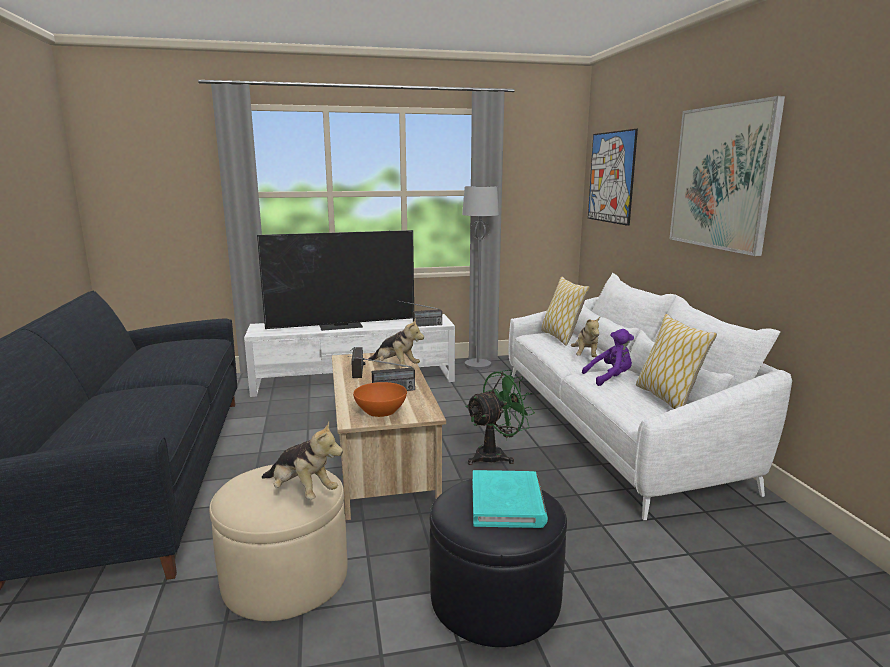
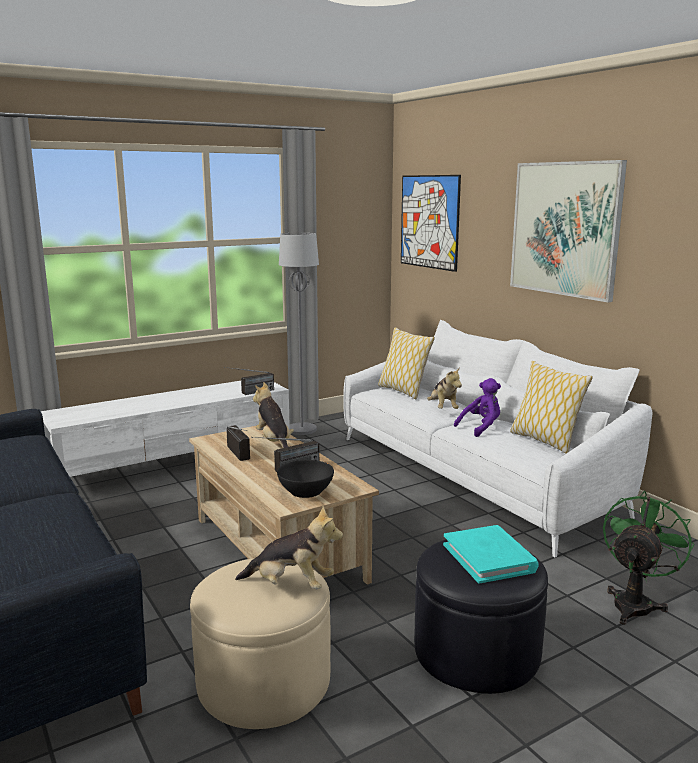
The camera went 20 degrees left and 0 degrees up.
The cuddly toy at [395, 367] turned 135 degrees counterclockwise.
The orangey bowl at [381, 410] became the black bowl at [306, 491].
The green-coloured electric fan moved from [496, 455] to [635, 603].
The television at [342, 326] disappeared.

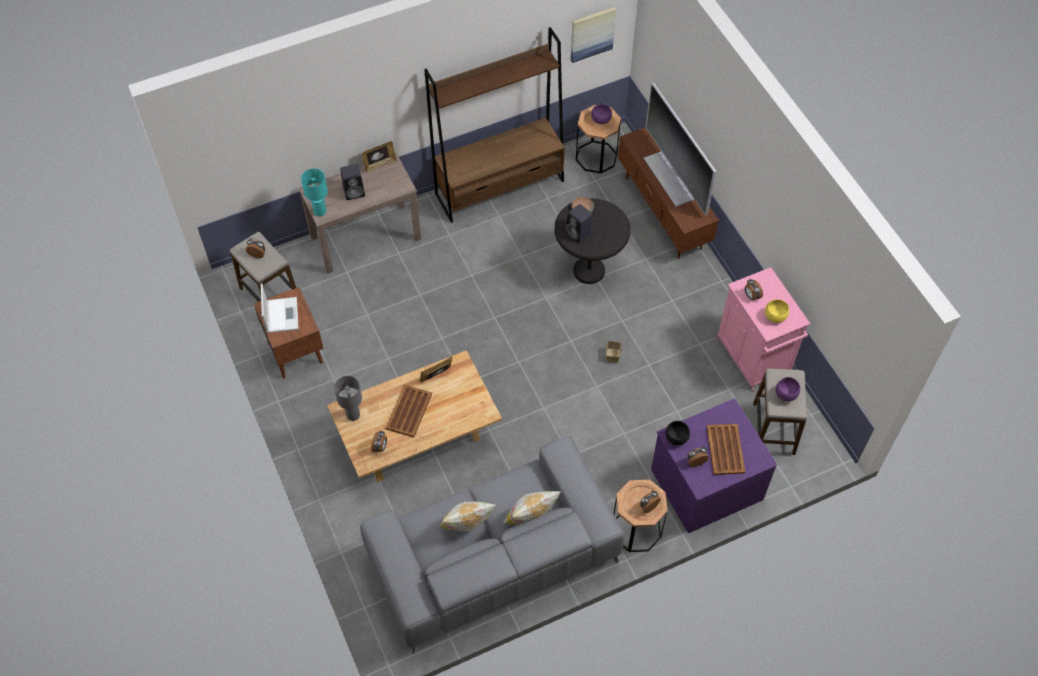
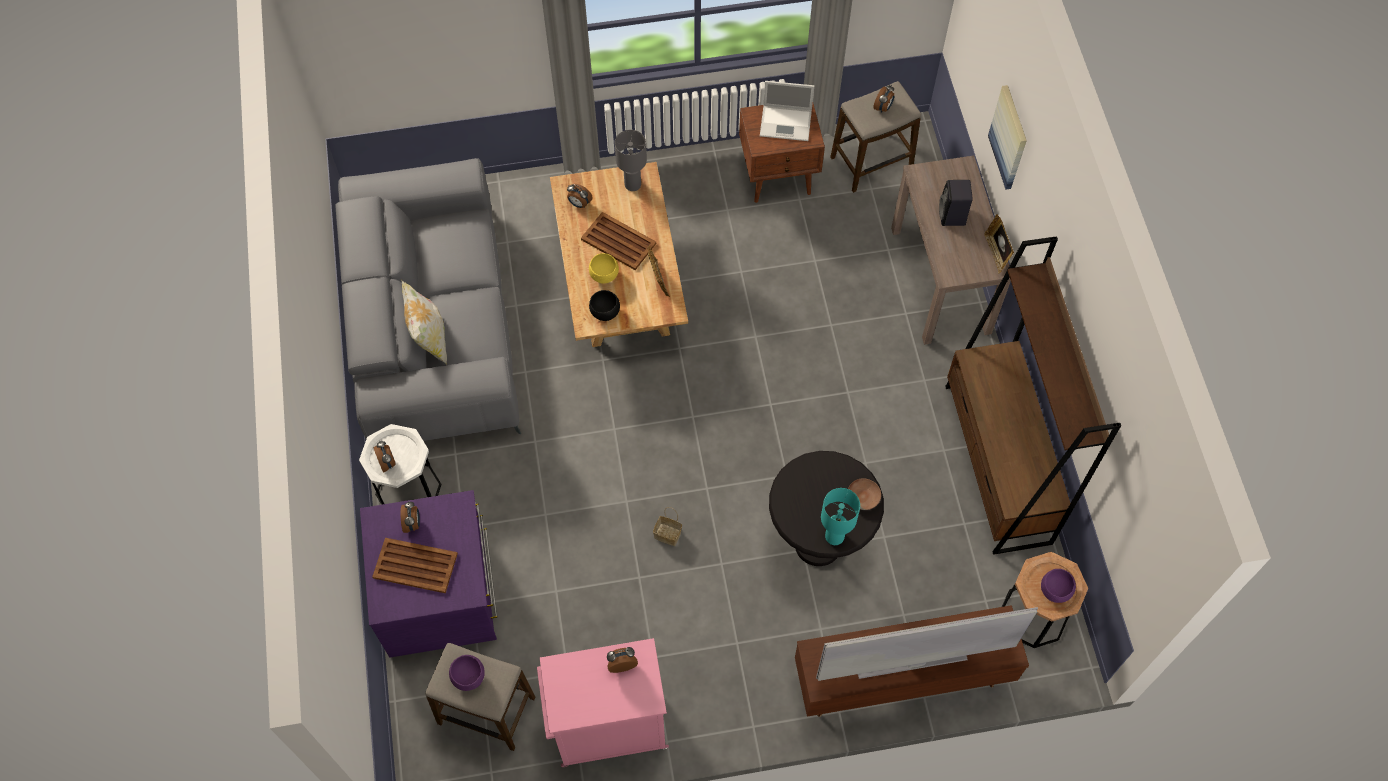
The camera went 105 degrees right and 5 degrees up.
The brown-coloured end table at [636, 529] became the whitish end table at [408, 489].
The yellow-coloured bowl moved from [774, 316] to [605, 275].
The black bowl moved from [677, 438] to [605, 313].
The blue-green lamp for a table moved from [319, 212] to [834, 536].
The picture moved from [592, 33] to [1009, 137].
The pillow at [468, 526] disappeared.
The black audio speaker at [579, 233] disappeared.

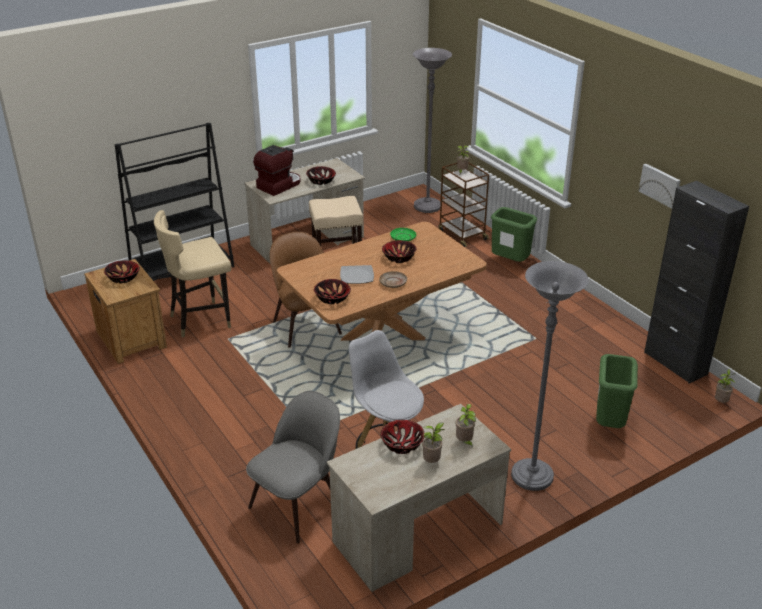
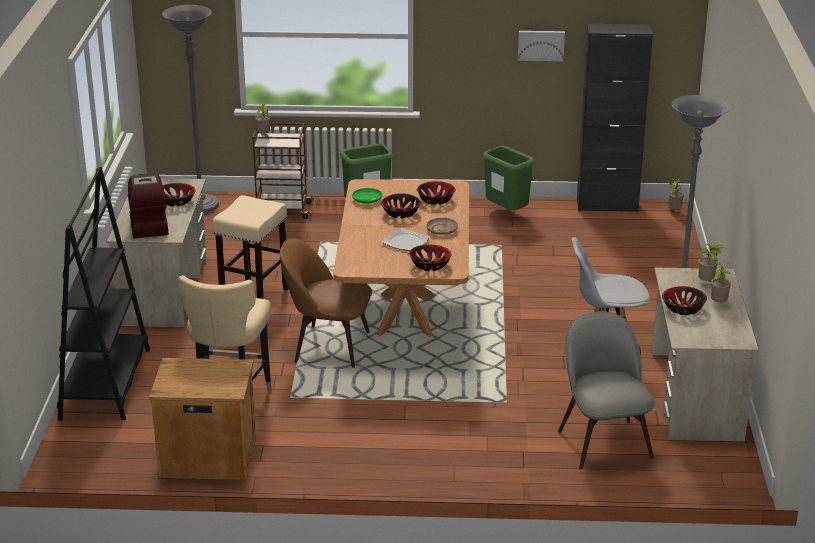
The camera went 55 degrees left and 5 degrees down.
The bowl moved from [123, 278] to [435, 200].
The green-coloured rubbish bin moved from [609, 424] to [507, 213].

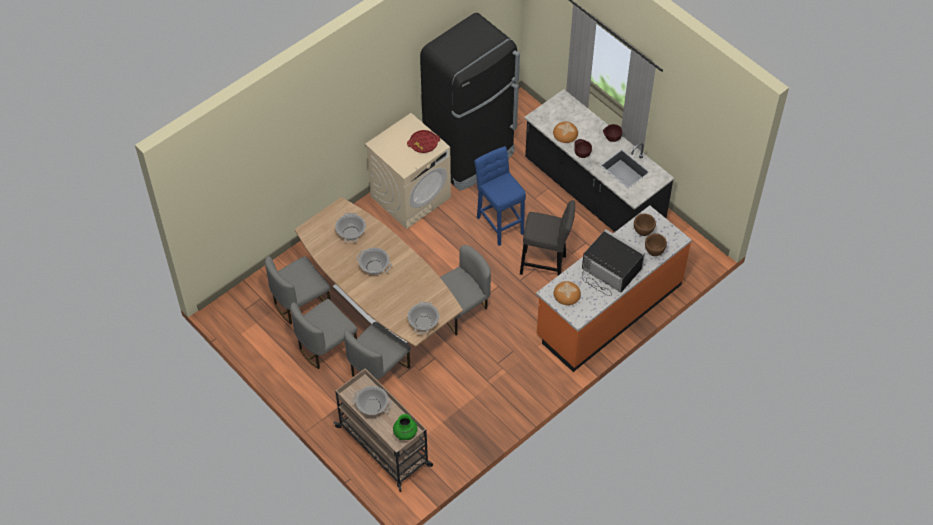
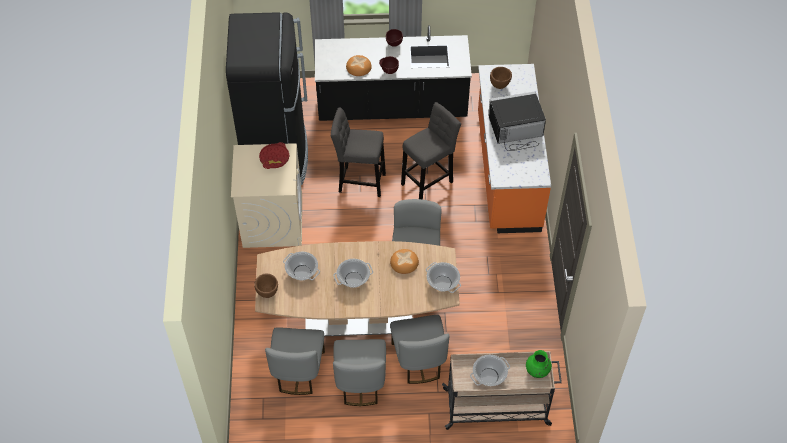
The camera went 50 degrees left and 0 degrees up.
The brown-coloured bowl moved from [654, 252] to [268, 293].
The blue-coloured sitting stool at [499, 223] became the grey sitting stool at [359, 181].
The bread moved from [567, 294] to [404, 262].

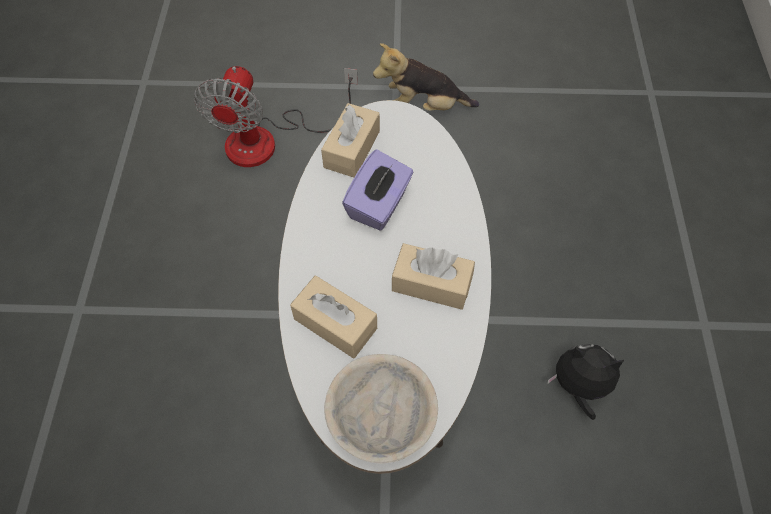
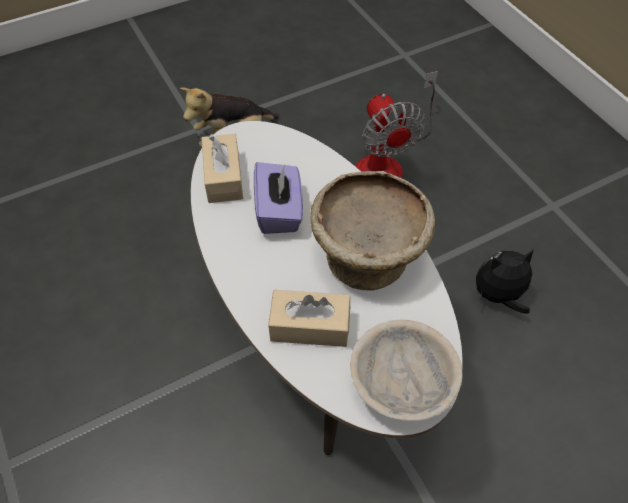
The camera went 30 degrees left and 5 degrees down.
The beige box of tissues at [431, 284] was replaced by the beige bowl at [368, 254].
The electric fan moved from [268, 140] to [387, 162].

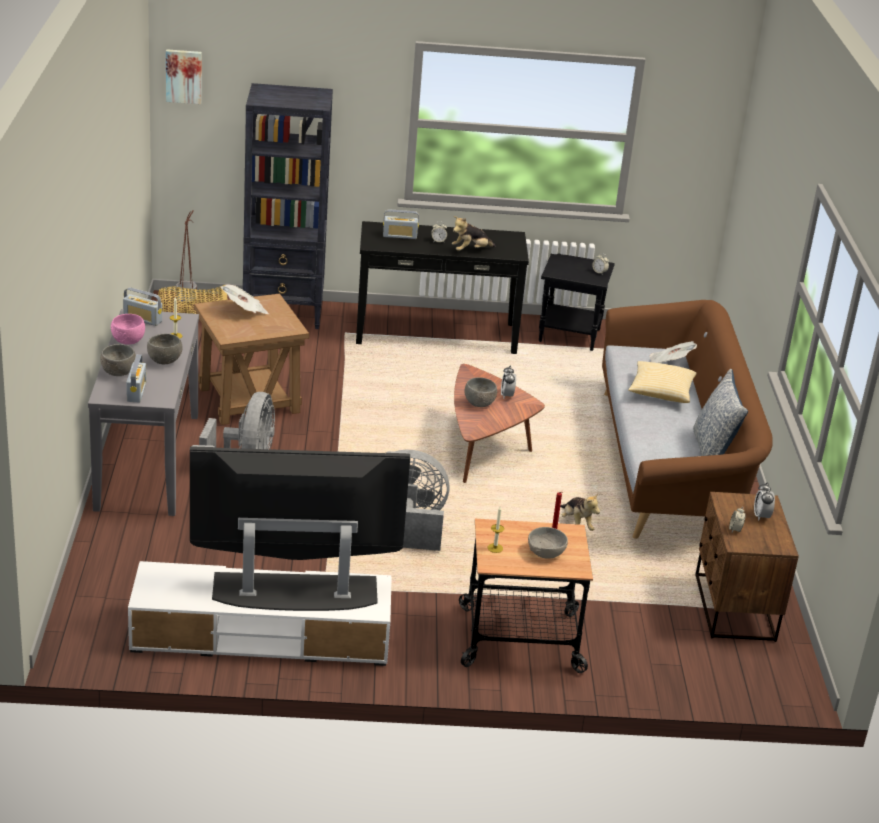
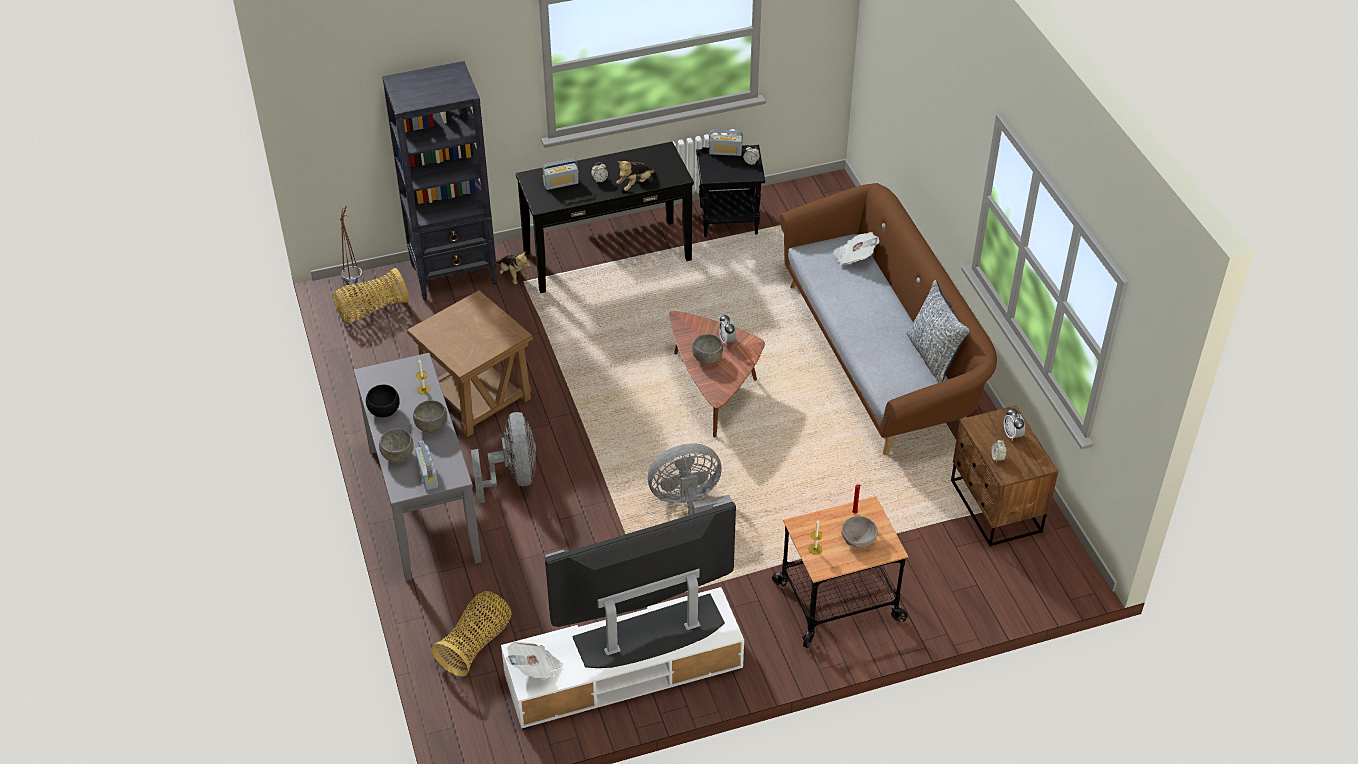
The camera went 15 degrees left and 15 degrees up.
The pink-coloured bowl at [127, 341] became the black bowl at [384, 411].
The basket at [476, 644] appeared.
The cuddly toy moved from [576, 524] to [513, 276].
The newspaper moved from [245, 311] to [535, 668].
The radio set moved from [142, 319] to [725, 152].
The picture at [184, 76] disappeared.
The pillow at [661, 392] disappeared.

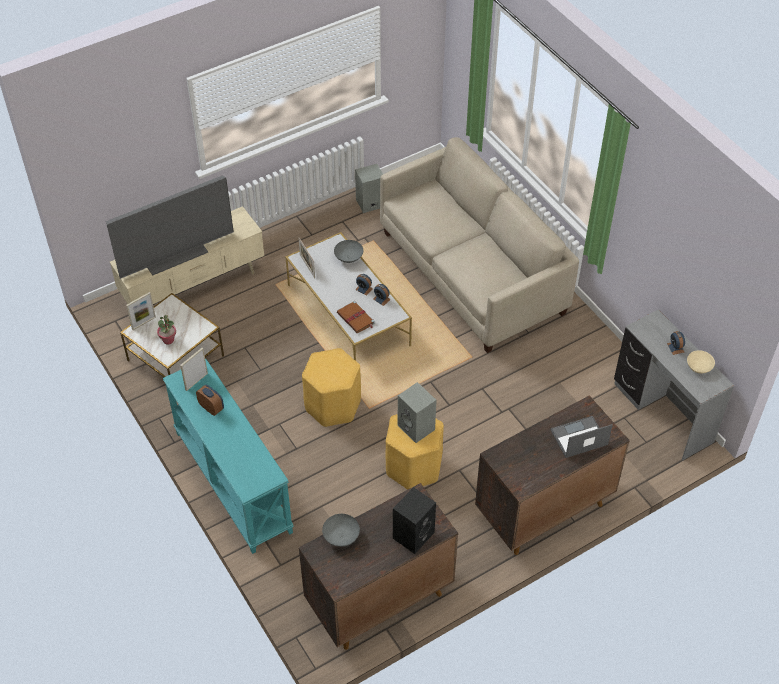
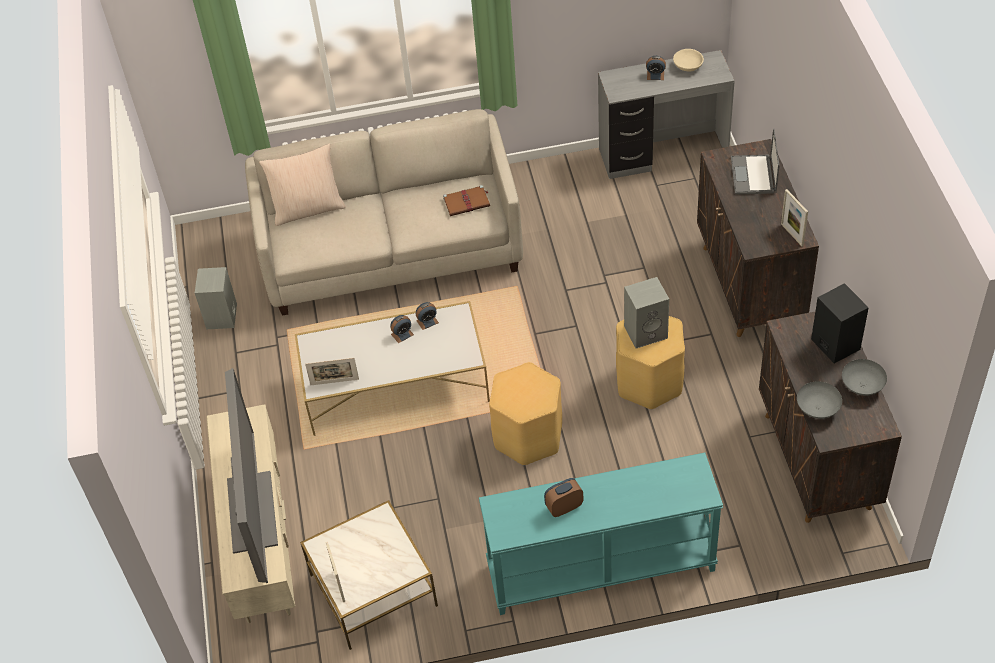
The camera went 65 degrees left and 0 degrees up.
The beige pillow at [308, 208] appeared.
The brown-coloured book moved from [356, 319] to [467, 202].
The standing frame moved from [196, 381] to [792, 234].
The grey bowl moved from [348, 258] to [862, 387].
The potted plant at [168, 340] disappeared.

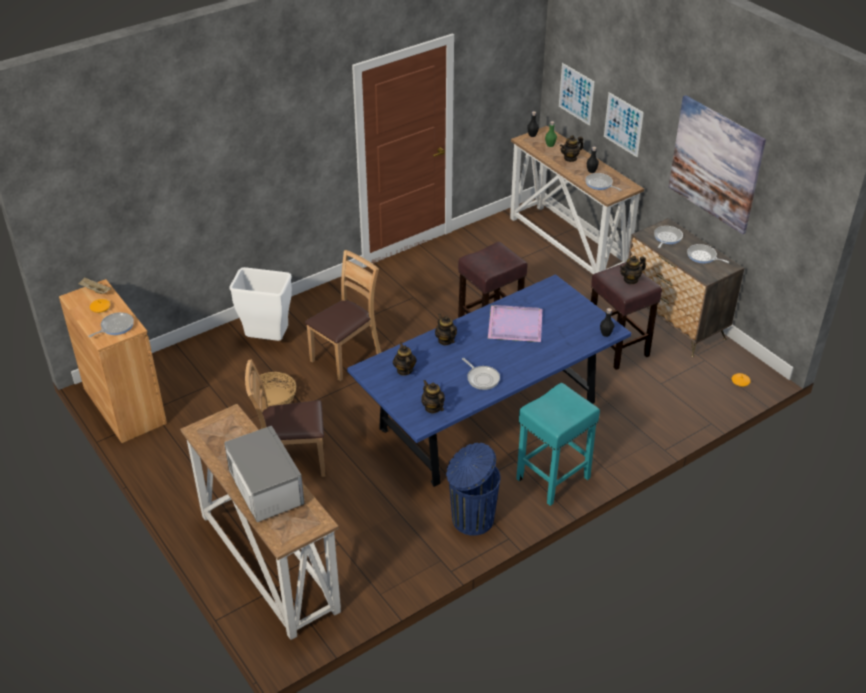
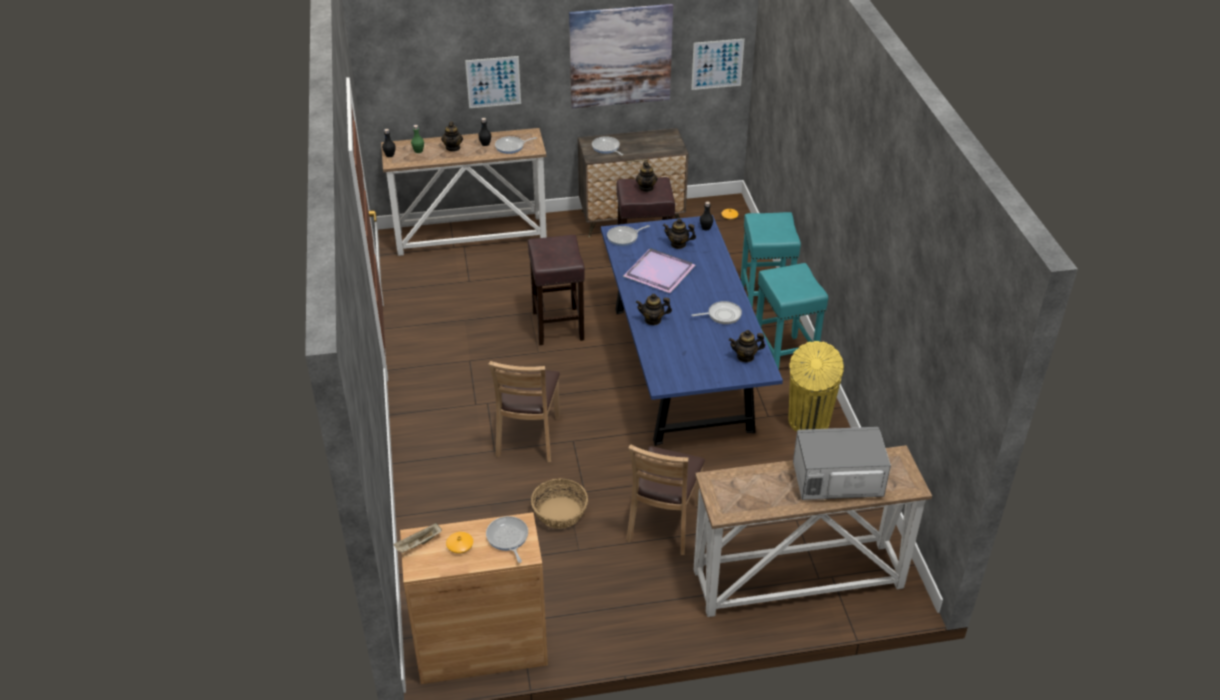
The camera went 65 degrees left and 0 degrees up.
The brown-coloured chair at [346, 357] turned 150 degrees counterclockwise.
The skillet moved from [703, 256] to [624, 237].
The tea pot moved from [404, 370] to [678, 244].
The picture moved from [576, 94] to [717, 64].
The blue-green sitting stool at [765, 301] appeared.
The blue-coloured rubbish bin at [471, 519] became the yellow-coloured rubbish bin at [808, 422].
The whitish rubbish bin at [268, 340] disappeared.

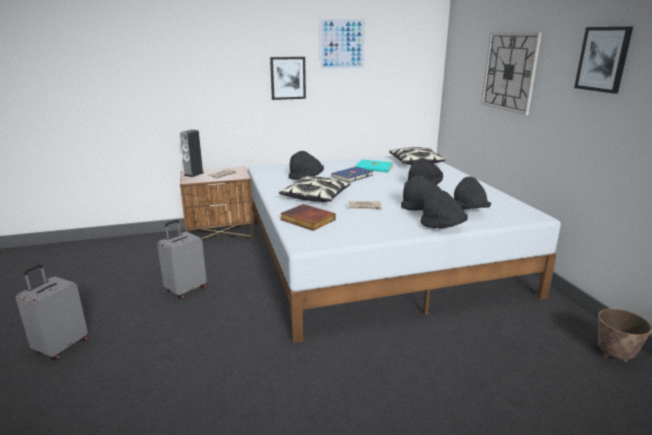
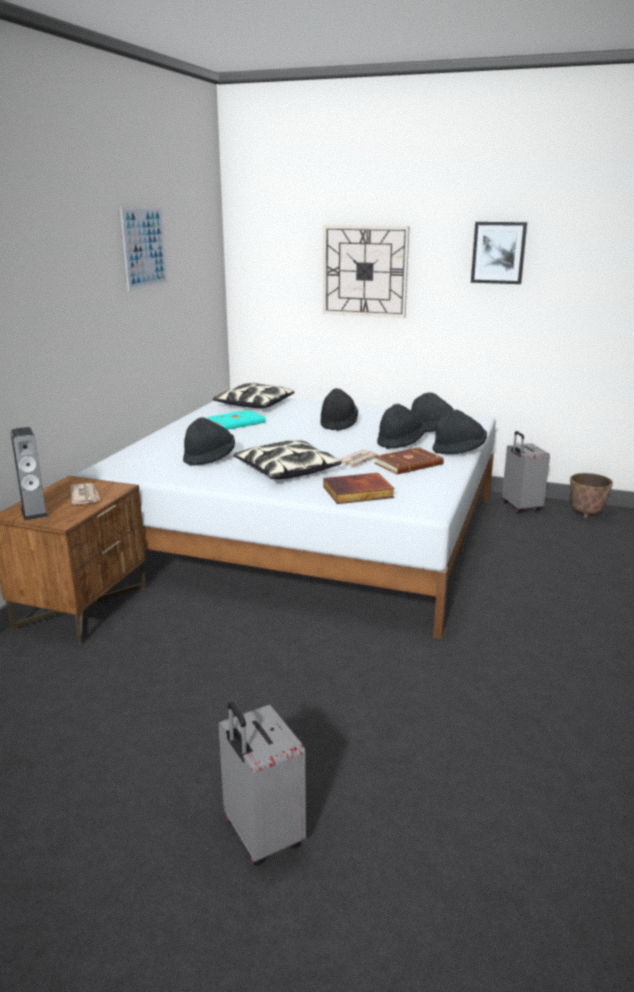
The camera went 55 degrees left and 0 degrees up.
The brown-coloured book at [409, 464] appeared.
The grey piece of luggage moved from [186, 289] to [520, 507].
The picture at [288, 78] disappeared.
The blue-coloured book at [351, 176] disappeared.

